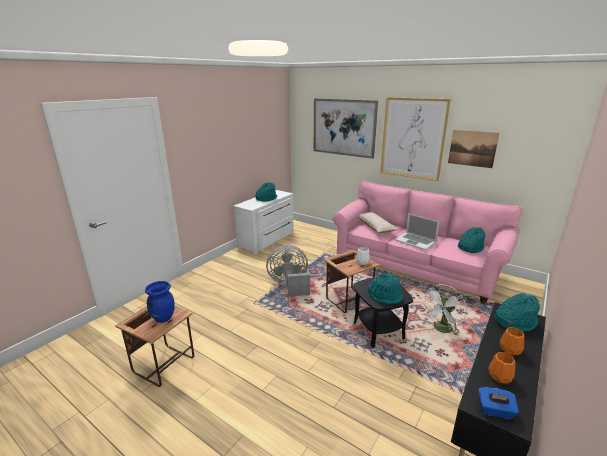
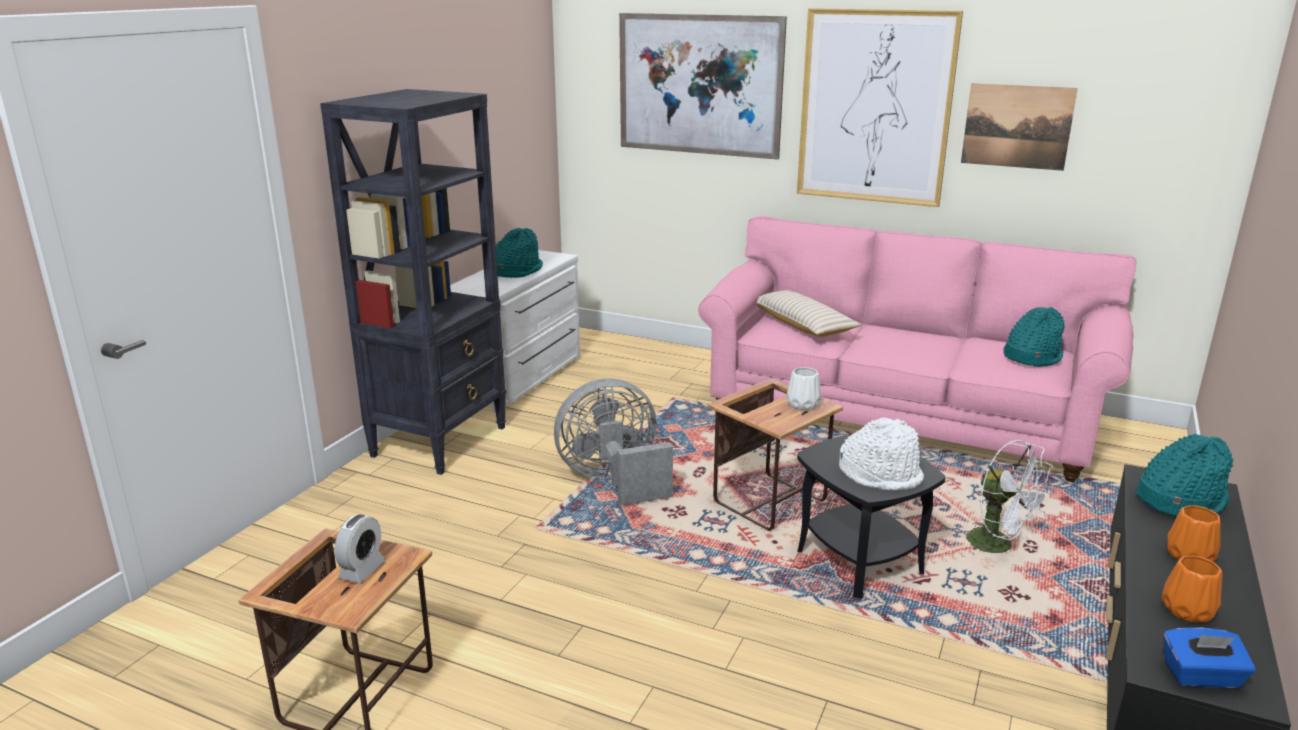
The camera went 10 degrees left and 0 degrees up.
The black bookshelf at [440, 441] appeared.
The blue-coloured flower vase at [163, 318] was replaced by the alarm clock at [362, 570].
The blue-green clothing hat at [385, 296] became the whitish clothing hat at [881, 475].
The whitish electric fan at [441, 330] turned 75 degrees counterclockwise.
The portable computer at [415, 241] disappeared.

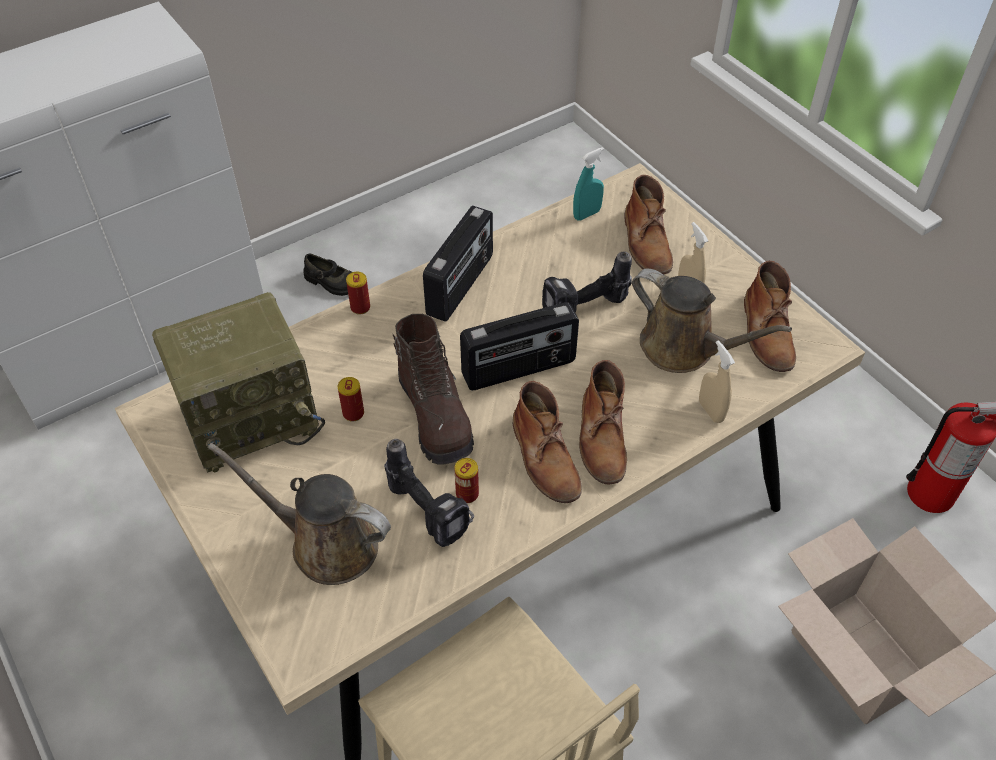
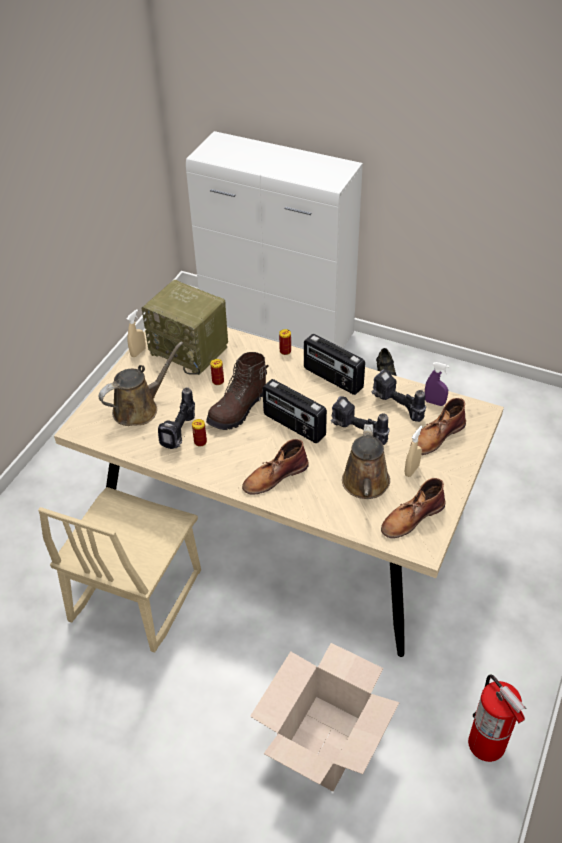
The camera went 60 degrees right and 5 degrees down.
The brown-coloured watering can at [326, 543] turned 60 degrees clockwise.
The beige sprayer moved from [710, 411] to [138, 352].
The radio set at [461, 285] turned 45 degrees clockwise.
The drill at [396, 407] appeared.
The blue-green sprayer at [587, 214] became the purplish sprayer at [434, 402].
The brown-coloured tall boot at [545, 457] disappeared.

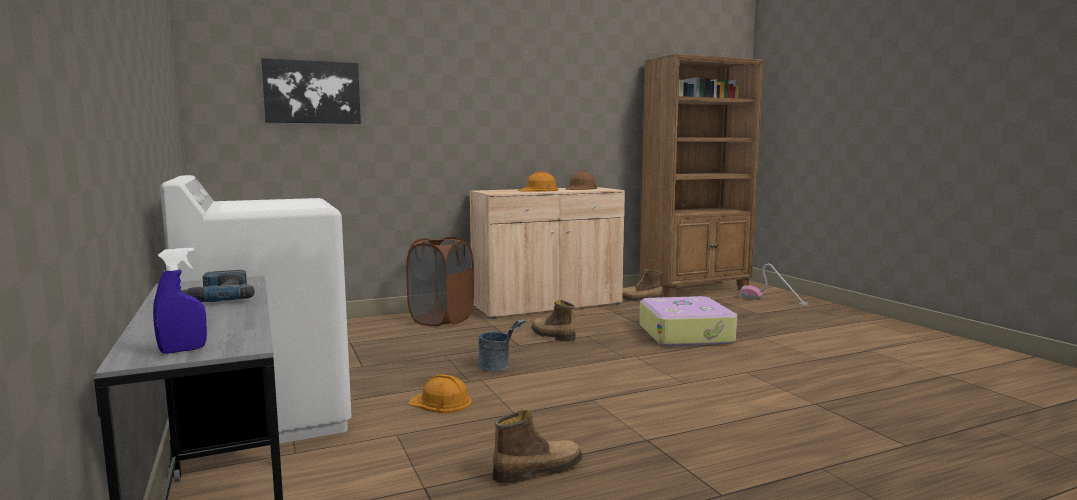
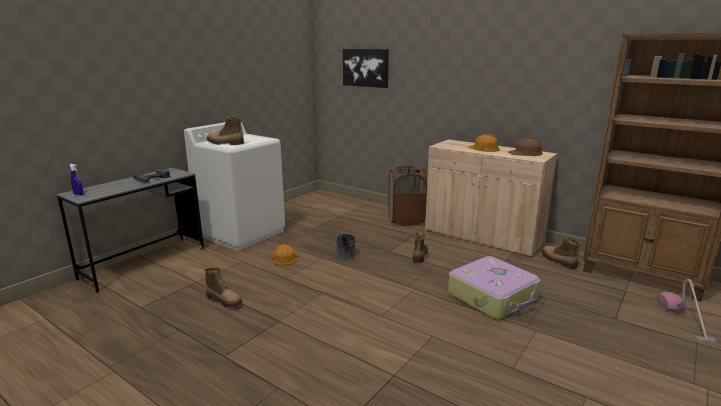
The camera went 60 degrees right and 10 degrees up.
The tall boot at [225, 143] appeared.

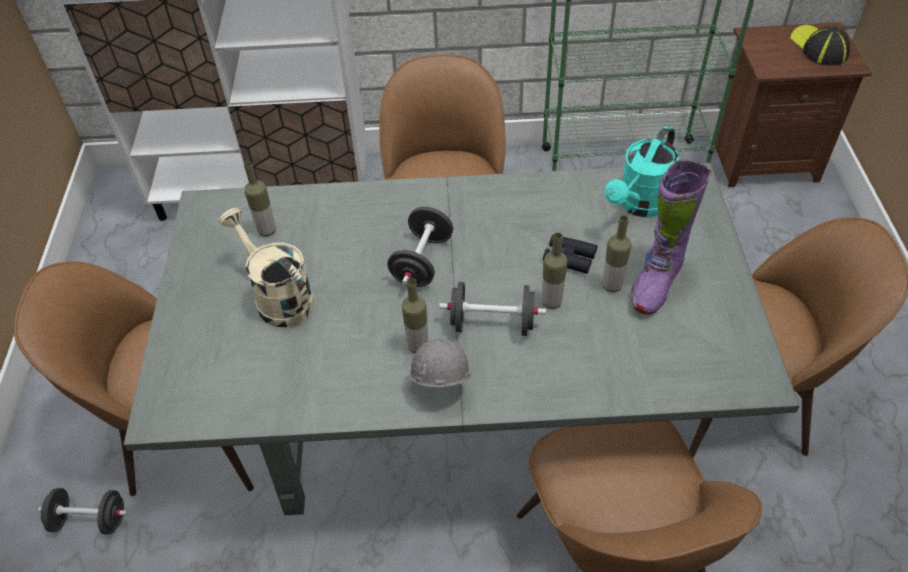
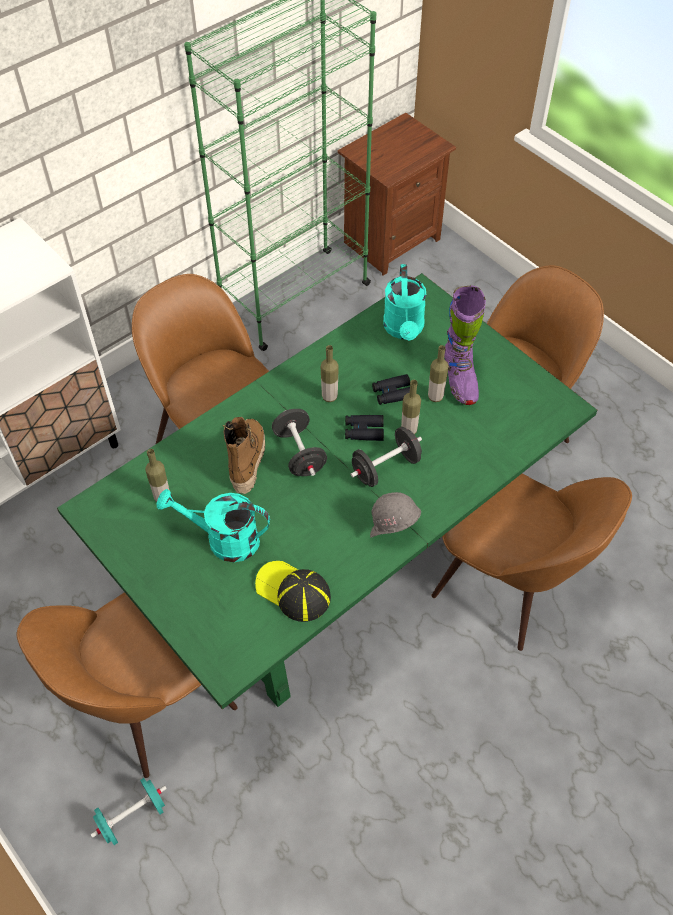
The camera went 40 degrees left and 5 degrees up.
The grey dining table at [457, 414] became the green-coloured dining table at [335, 556].
The black dumbbell at [90, 520] became the blue-green dumbbell at [132, 816].
The beige watering can at [278, 297] became the blue-green watering can at [223, 539].
The tall boot at [246, 461] appeared.
The cap moved from [818, 47] to [293, 592].
The beverage bottle moved from [418, 346] to [329, 397].
The black field glasses at [364, 431] appeared.

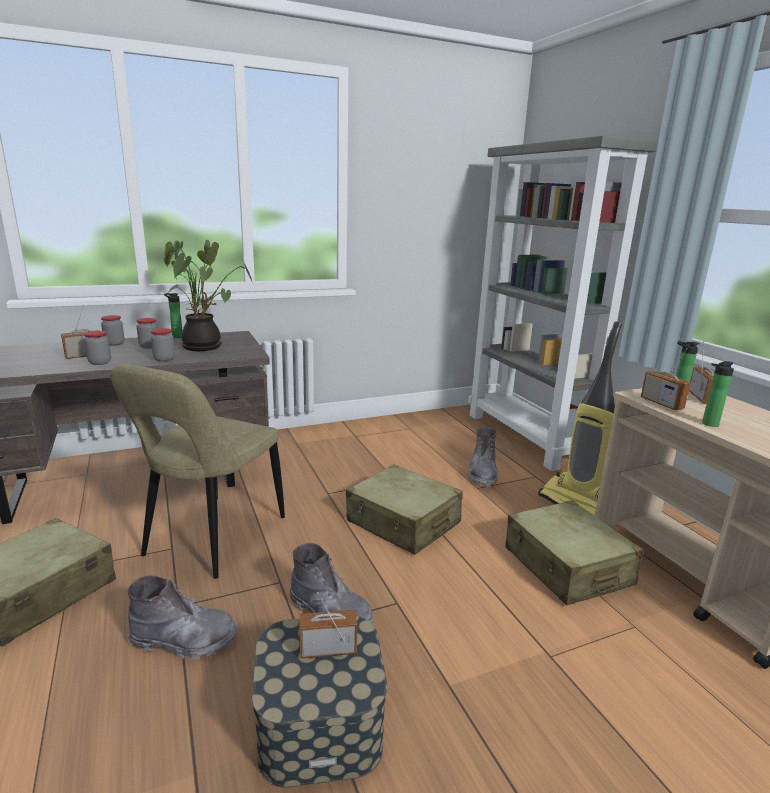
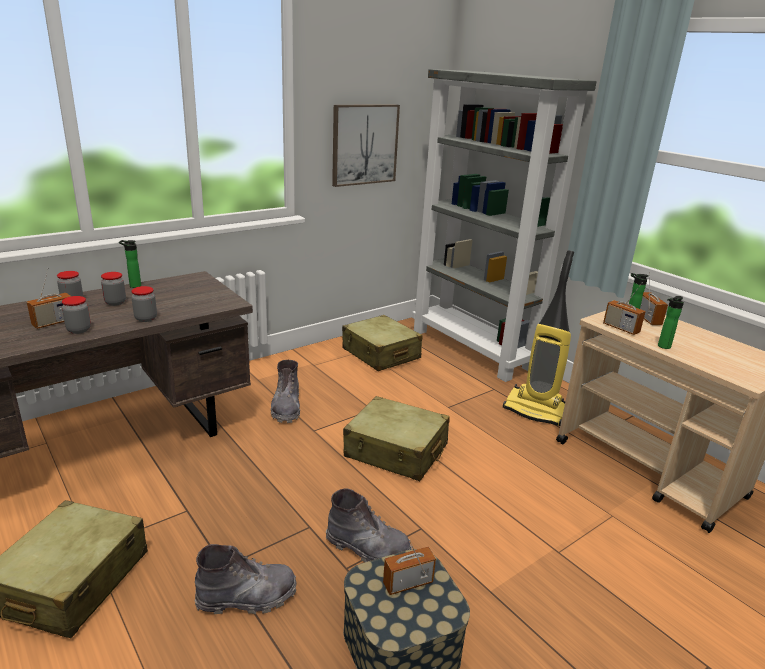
The camera went 15 degrees left and 5 degrees up.
The grey tall boot moved from [482, 474] to [286, 408].
The picture at [364, 144] appeared.
The beige piece of luggage moved from [567, 566] to [381, 354].
The beige chair at [211, 539] disappeared.
The potted plant at [205, 346] disappeared.

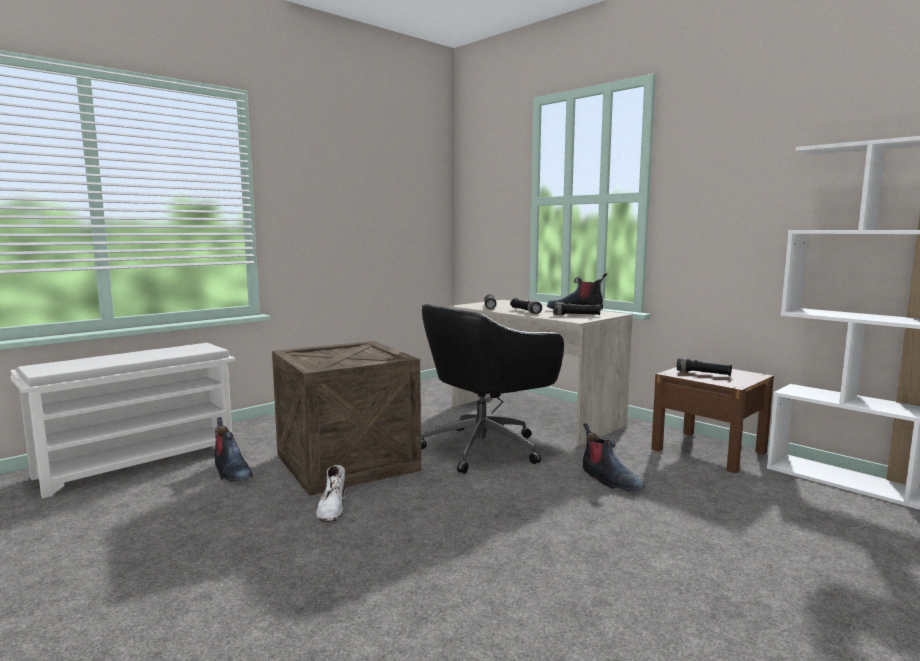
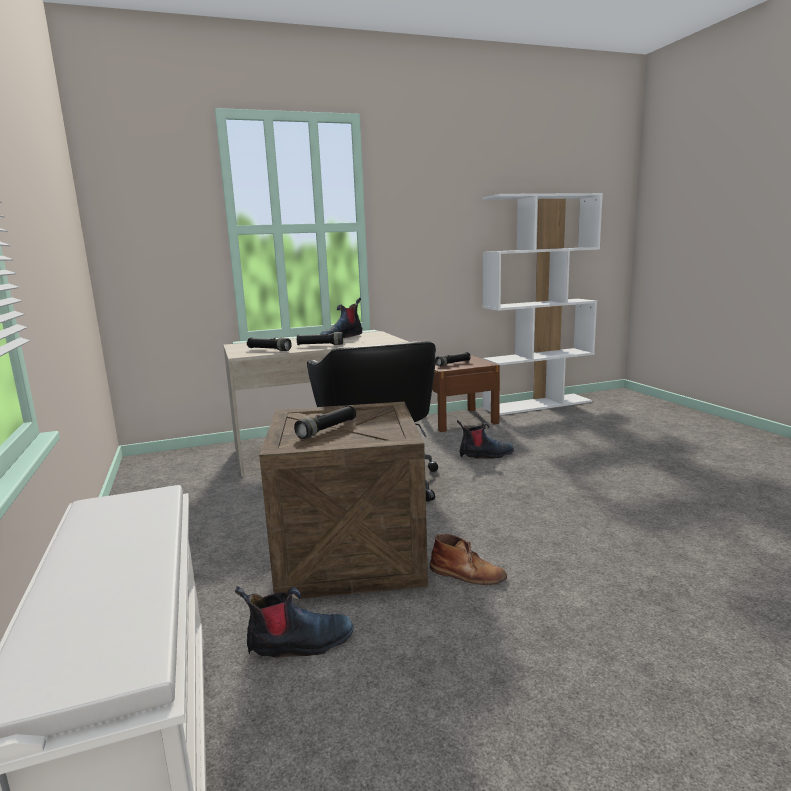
The camera went 65 degrees left and 5 degrees up.
The black torch moved from [576, 315] to [327, 430].
The whitish tall boot at [332, 507] became the brown-coloured tall boot at [468, 574].

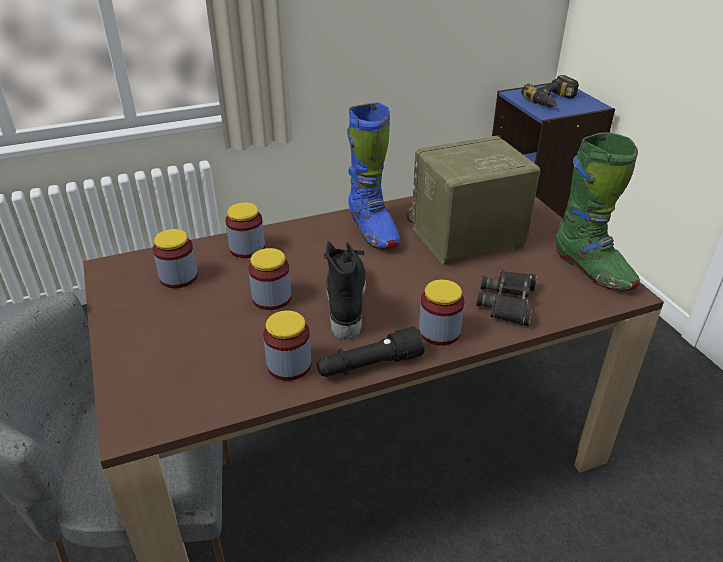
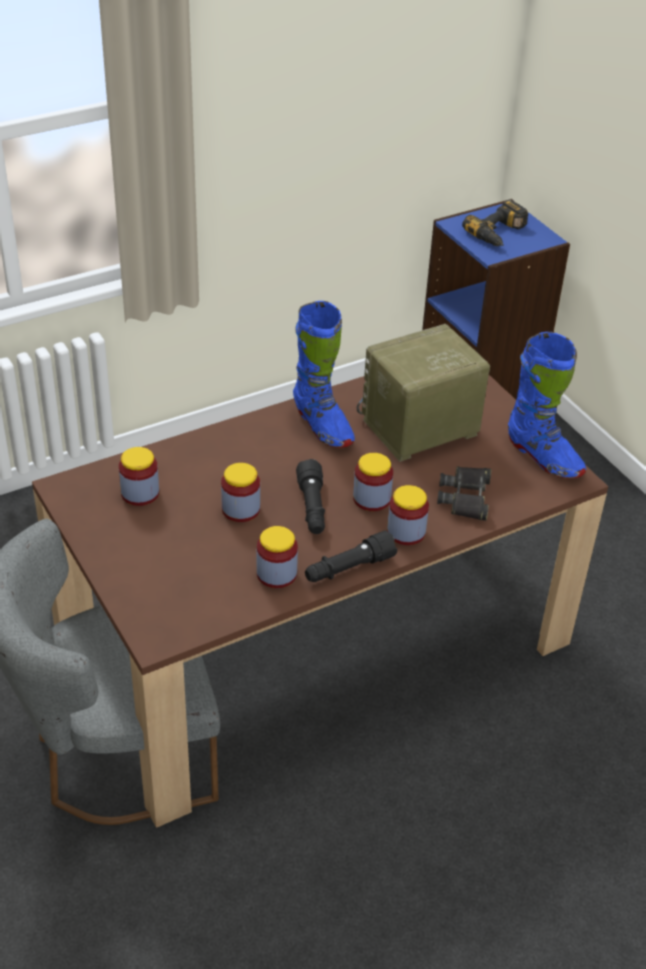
The camera went 10 degrees left and 5 degrees up.
The black tall boot at [345, 302] was replaced by the black torch at [312, 508].
The preserve jar moved from [247, 248] to [371, 499].
The green-coloured tall boot at [592, 270] became the blue-coloured tall boot at [543, 457].

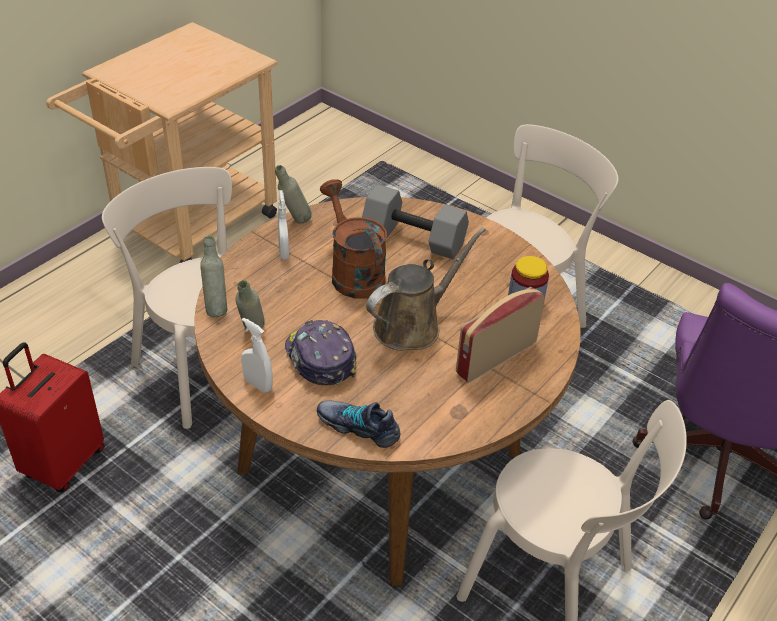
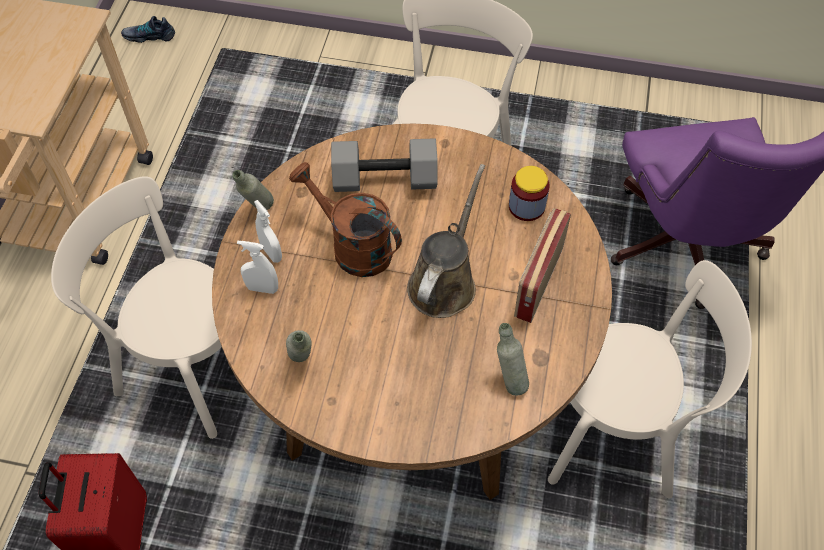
The camera went 25 degrees left and 15 degrees up.
The item of footwear moved from [358, 426] to [149, 36].
The whitish sprayer moved from [258, 385] to [262, 288].
The grey beverage bottle moved from [216, 308] to [509, 380].
The cap at [319, 359] disappeared.

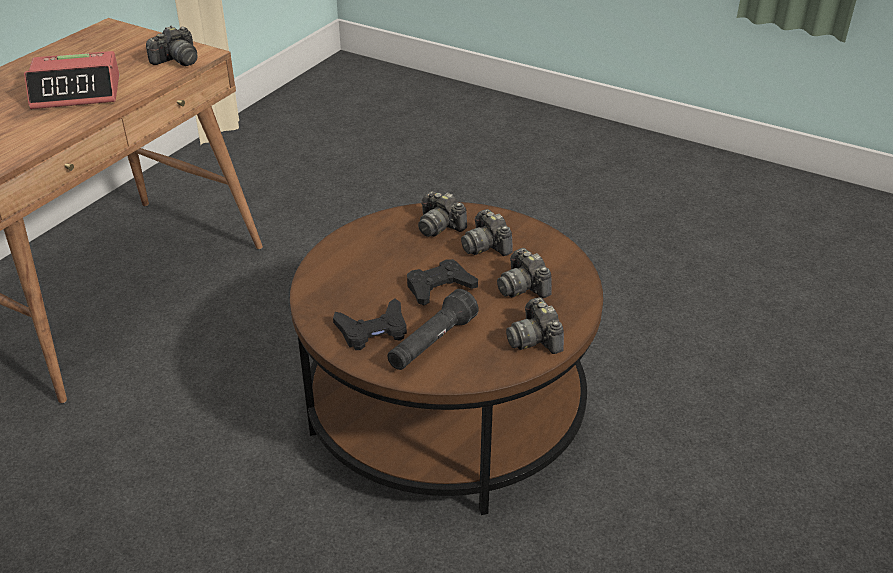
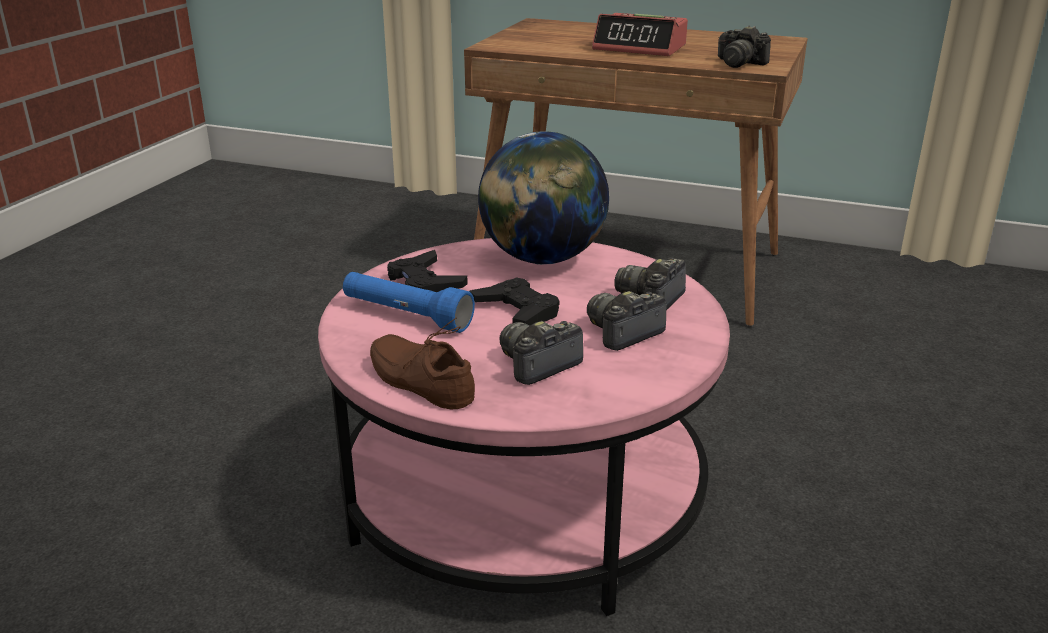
The camera went 80 degrees right and 10 degrees down.
The brown-coloured lounge table at [446, 408] became the pink-coloured lounge table at [524, 494].
The black torch at [431, 343] became the blue-coloured torch at [406, 316].
The photo camera at [535, 339] was replaced by the brown-coloured item of footwear at [425, 380].
The world globe at [542, 259] appeared.
The alarm clock at [77, 92] turned 45 degrees counterclockwise.

